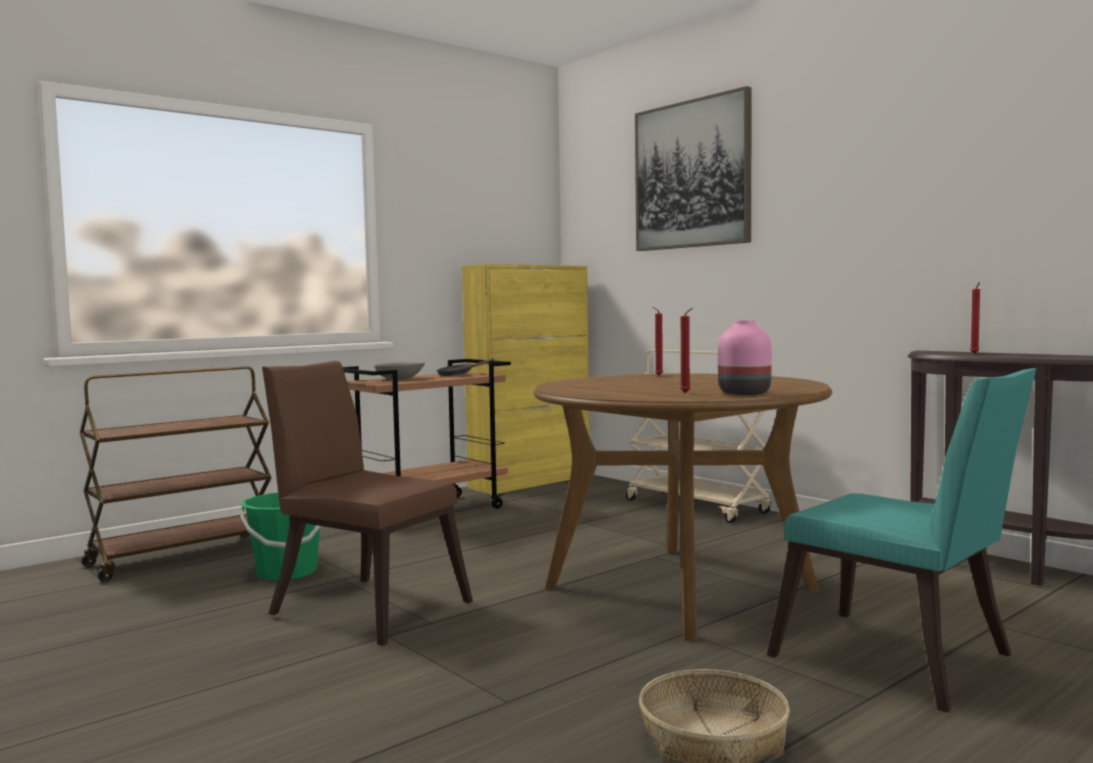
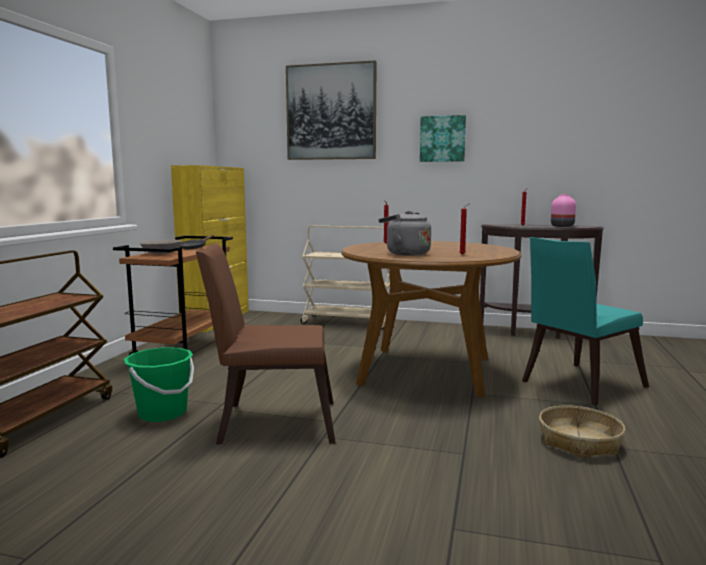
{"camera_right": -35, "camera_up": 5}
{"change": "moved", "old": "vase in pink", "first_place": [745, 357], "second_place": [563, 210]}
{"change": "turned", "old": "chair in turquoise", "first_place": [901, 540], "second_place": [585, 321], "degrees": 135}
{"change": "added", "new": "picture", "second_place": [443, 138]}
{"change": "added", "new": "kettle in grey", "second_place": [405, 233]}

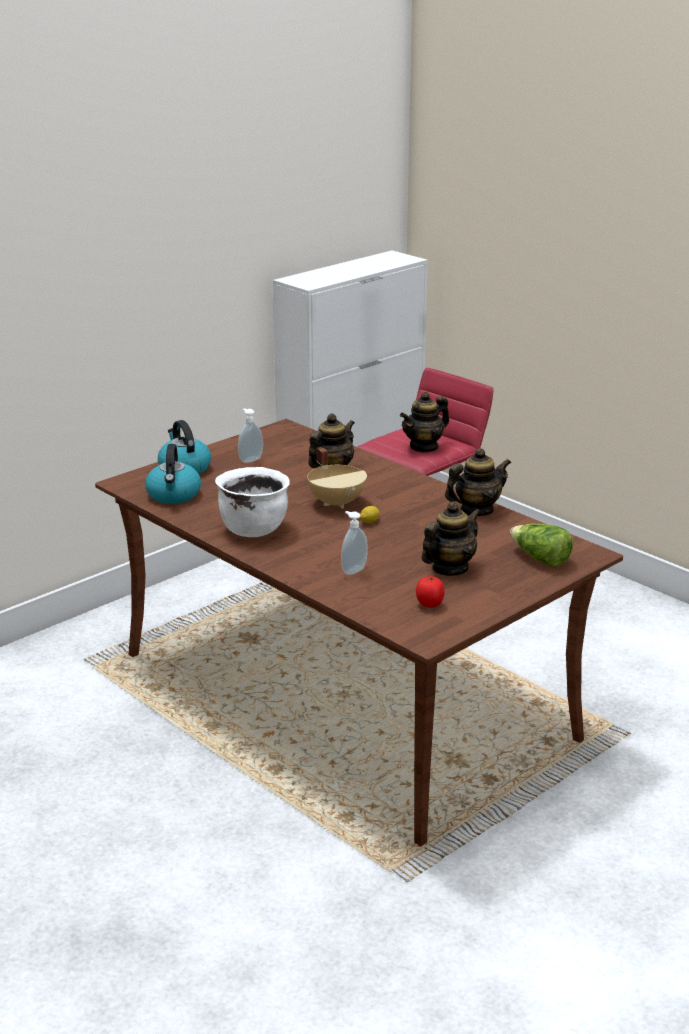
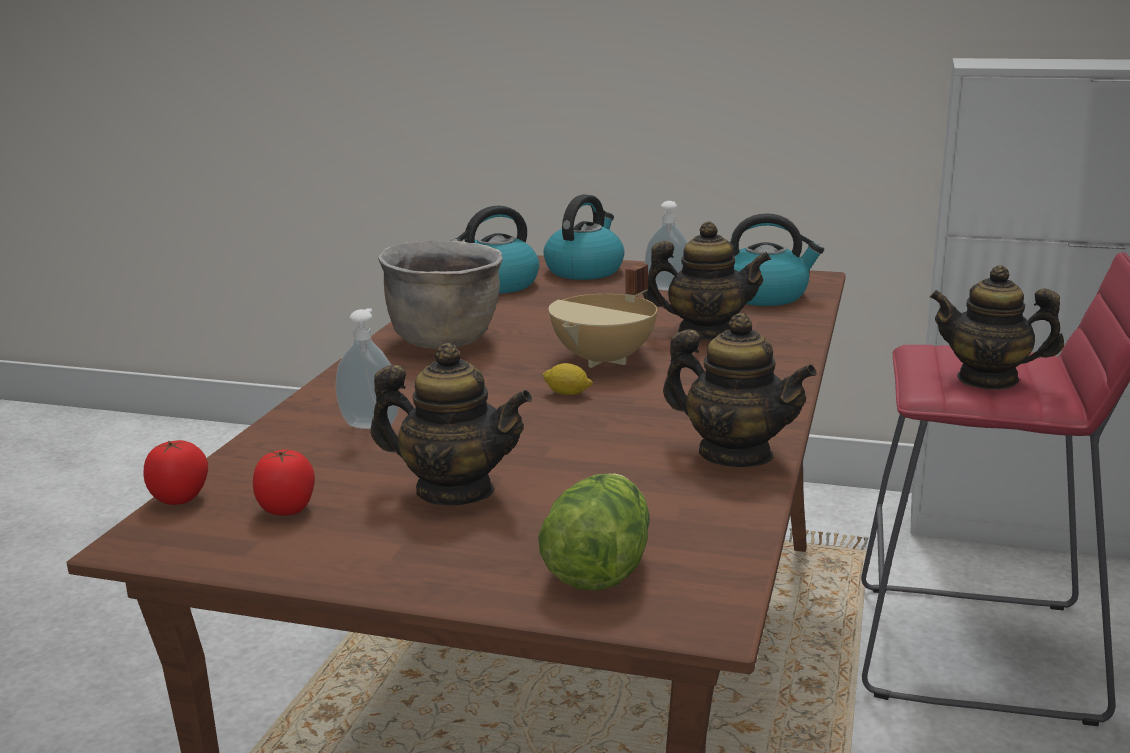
{"camera_right": 60, "camera_up": -5}
{"change": "recoloured", "old": "cooking pot in white", "new": "cooking pot in brown", "first_place": [252, 502], "second_place": [439, 295]}
{"change": "added", "new": "kettle", "second_place": [777, 259]}
{"change": "added", "new": "tomato", "second_place": [175, 472]}

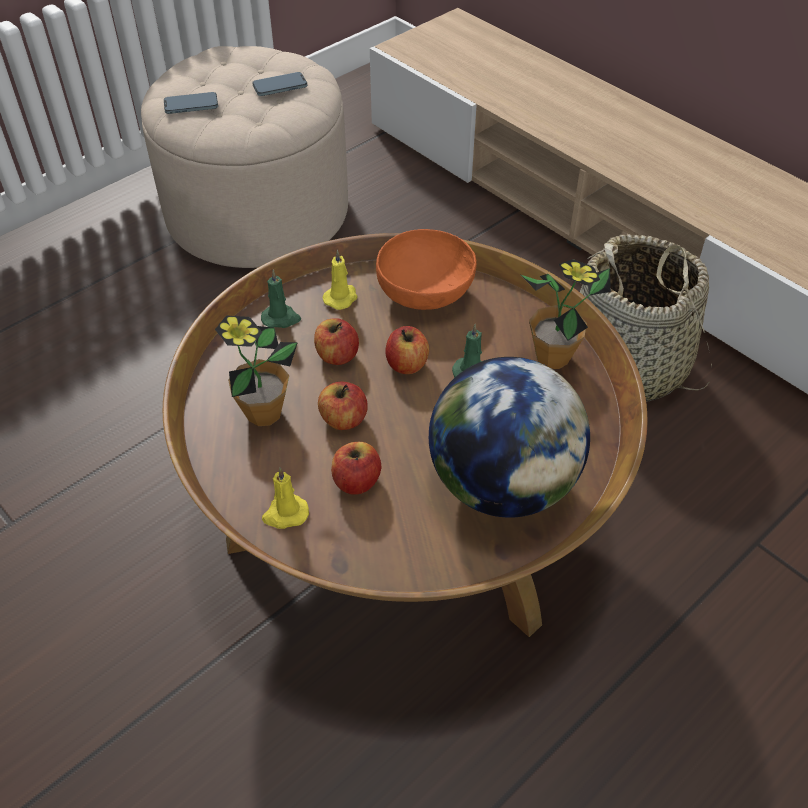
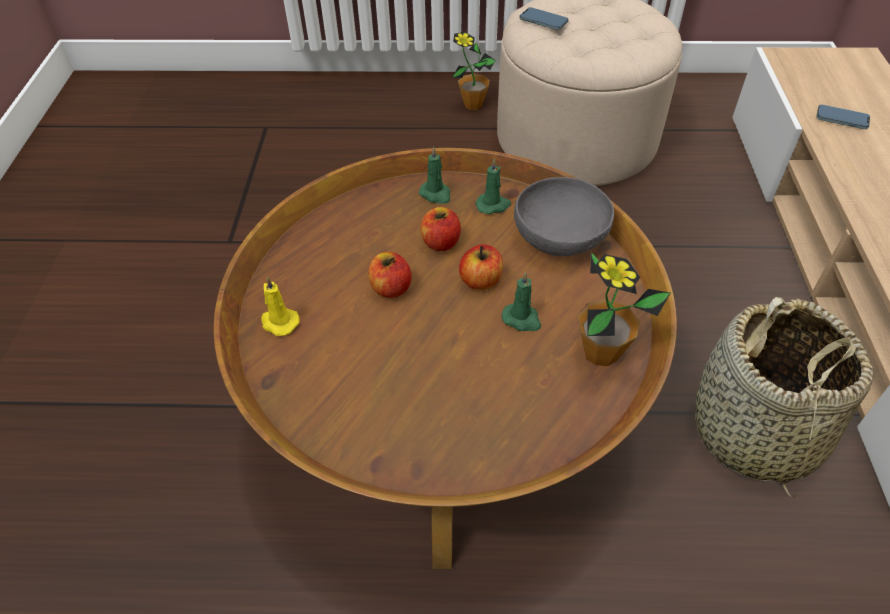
{"camera_right": 45, "camera_up": 0}
{"change": "moved", "old": "phone", "first_place": [279, 84], "second_place": [843, 117]}
{"change": "recoloured", "old": "bowl in orange", "new": "bowl in grey", "first_place": [426, 269], "second_place": [564, 217]}
{"change": "recoloured", "old": "candle in yellow", "new": "candle in green", "first_place": [340, 279], "second_place": [493, 186]}
{"change": "moved", "old": "potted plant", "first_place": [256, 371], "second_place": [474, 71]}
{"change": "removed", "old": "globe", "first_place": [509, 437]}
{"change": "removed", "old": "apple", "first_place": [356, 468]}

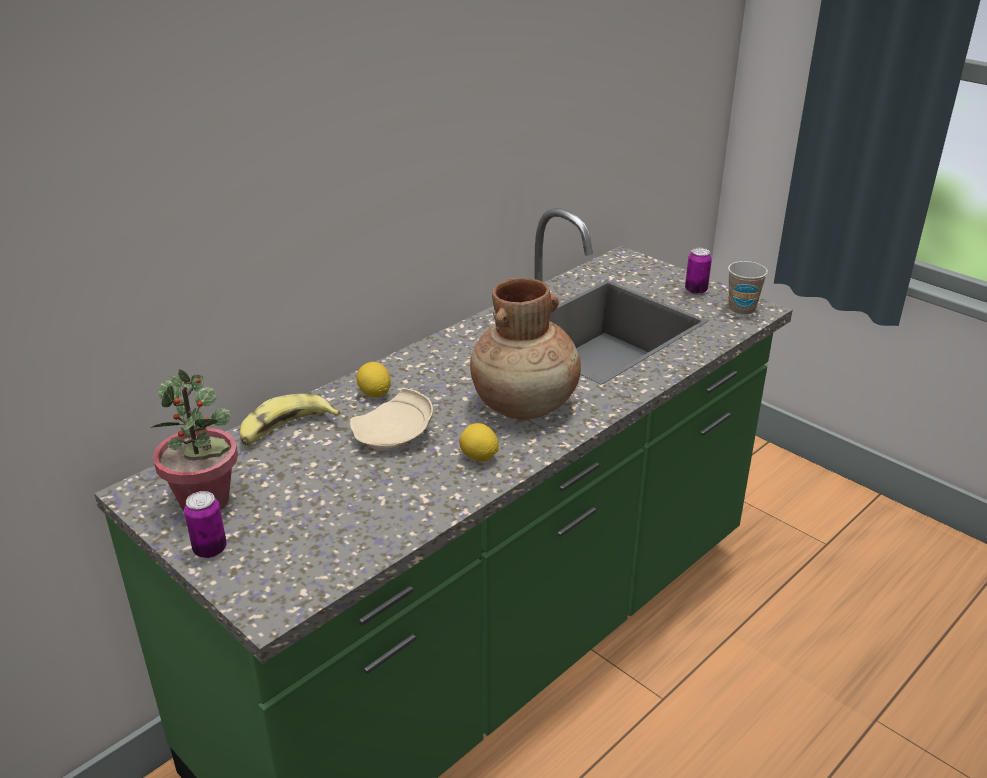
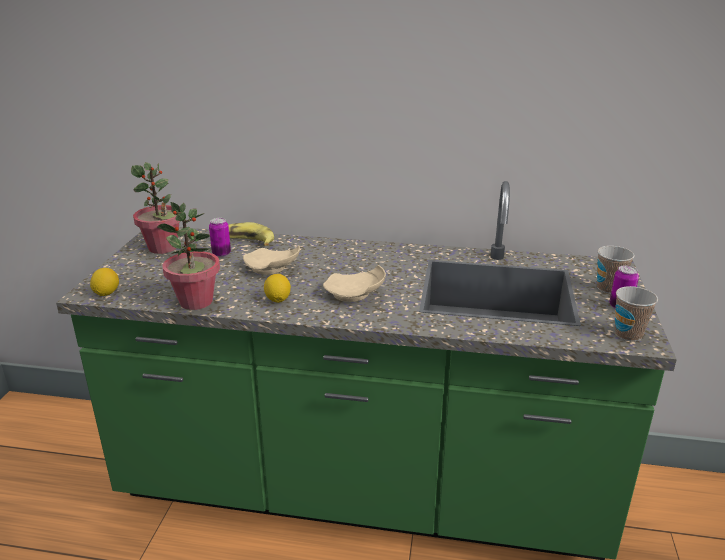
{"camera_right": 55, "camera_up": -5}
{"change": "replaced", "old": "vase in brown", "new": "plate in beige", "first_place": [525, 348], "second_place": [354, 283]}
{"change": "moved", "old": "lemon", "first_place": [373, 379], "second_place": [104, 282]}
{"change": "moved", "old": "can", "first_place": [205, 524], "second_place": [220, 237]}
{"change": "added", "new": "potted plant", "second_place": [188, 256]}
{"change": "added", "new": "cup", "second_place": [616, 270]}

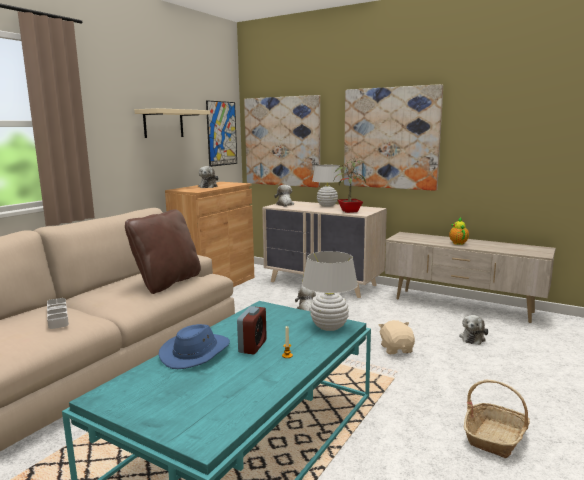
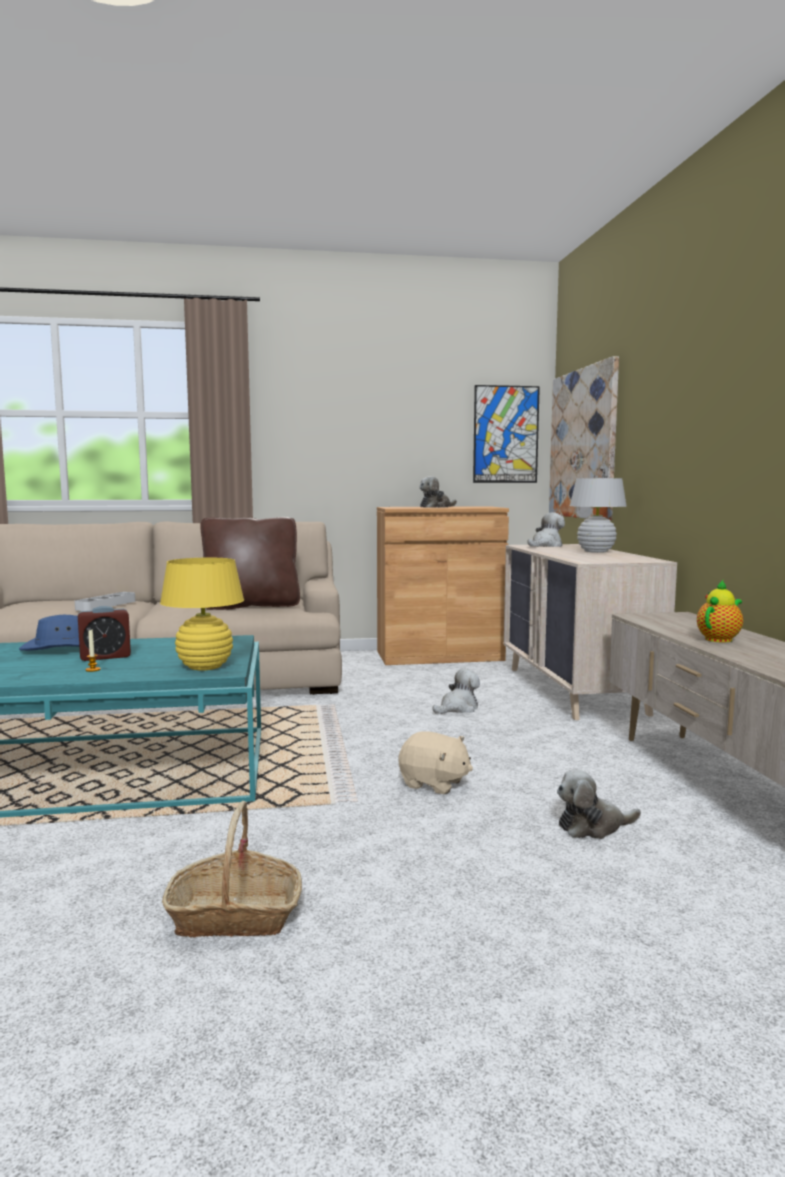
{"camera_right": 50, "camera_up": -5}
{"change": "removed", "old": "picture", "first_place": [393, 137]}
{"change": "removed", "old": "shelf in beige", "first_place": [172, 123]}
{"change": "removed", "old": "potted plant", "first_place": [350, 185]}
{"change": "recoloured", "old": "table lamp in white", "new": "table lamp in yellow", "first_place": [330, 291], "second_place": [202, 614]}
{"change": "turned", "old": "plush toy in beige", "first_place": [397, 337], "second_place": [436, 762], "degrees": 75}

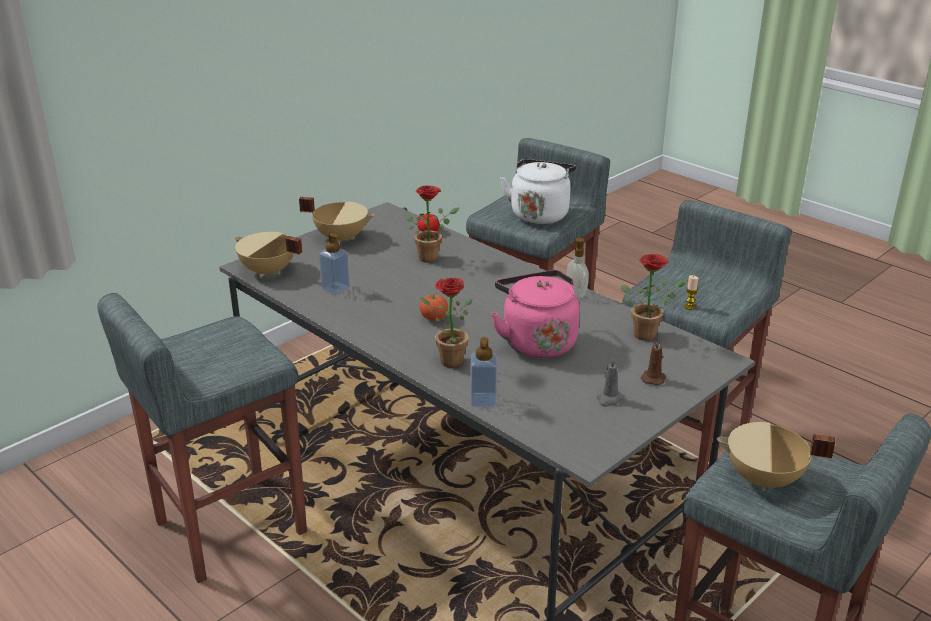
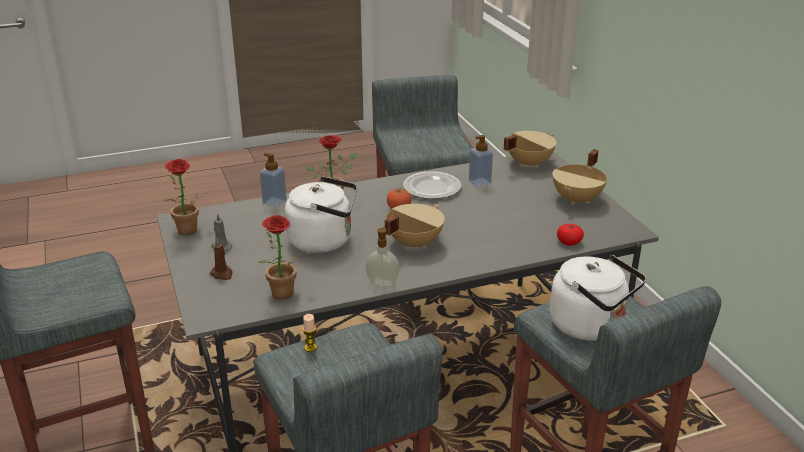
{"camera_right": 115, "camera_up": 0}
{"change": "moved", "old": "potted plant", "first_place": [432, 224], "second_place": [187, 197]}
{"change": "recoloured", "old": "kettle in pink", "new": "kettle in white", "first_place": [535, 314], "second_place": [321, 214]}
{"change": "moved", "old": "cooking pot in beige", "first_place": [776, 456], "second_place": [415, 226]}
{"change": "added", "new": "plate", "second_place": [432, 185]}

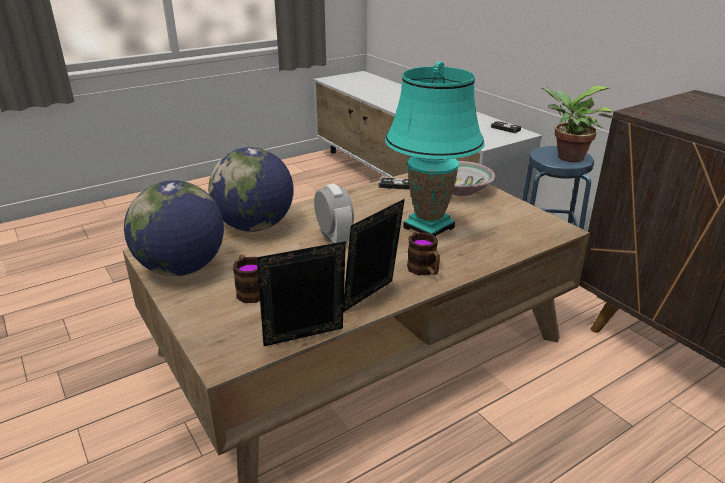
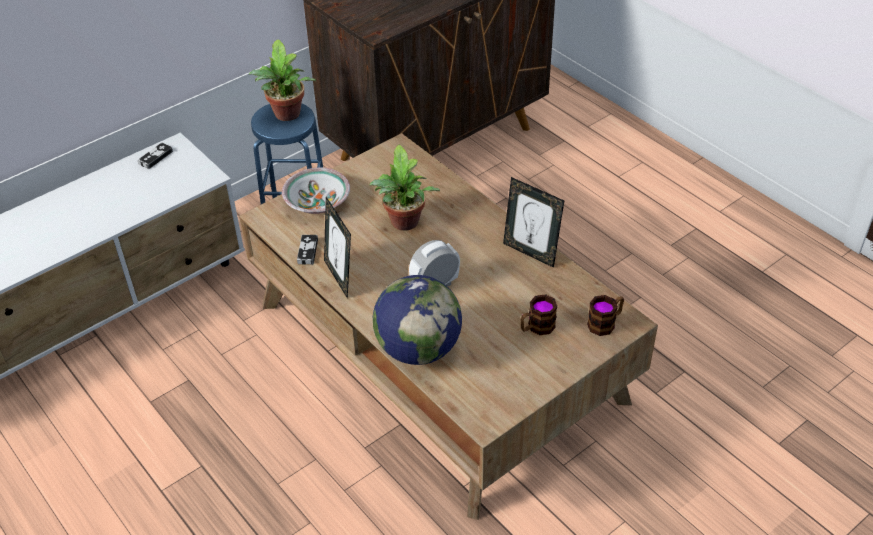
{"camera_right": -95, "camera_up": 15}
{"change": "replaced", "old": "table lamp in turquoise", "new": "potted plant", "first_place": [434, 148], "second_place": [404, 188]}
{"change": "removed", "old": "globe", "first_place": [174, 228]}
{"change": "moved", "old": "mug", "first_place": [423, 254], "second_place": [605, 315]}
{"change": "moved", "old": "picture frame", "first_place": [301, 293], "second_place": [337, 248]}

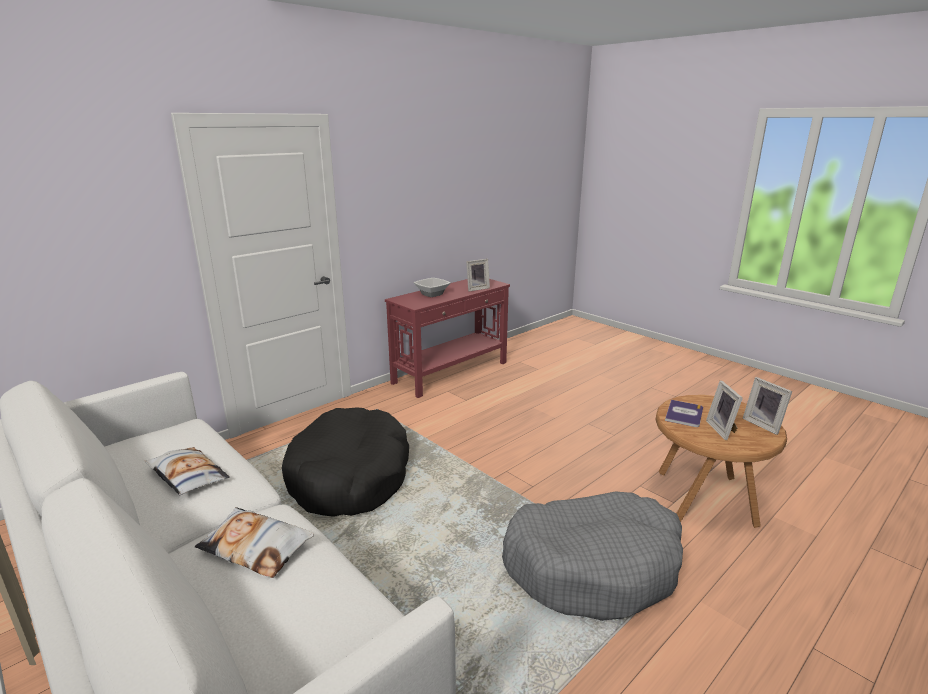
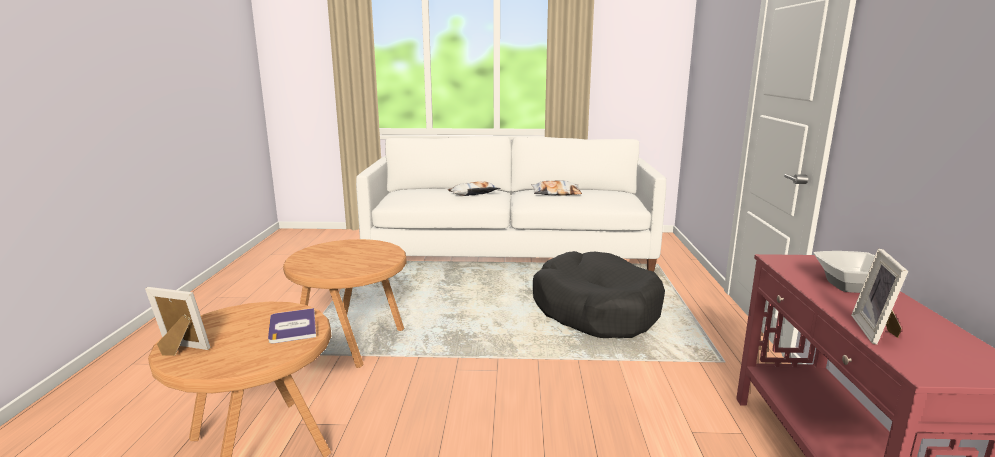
{"camera_right": 135, "camera_up": -5}
{"change": "removed", "old": "picture frame", "first_place": [724, 410]}
{"change": "replaced", "old": "dog bed in grey", "new": "side table in brown", "first_place": [592, 556], "second_place": [345, 303]}

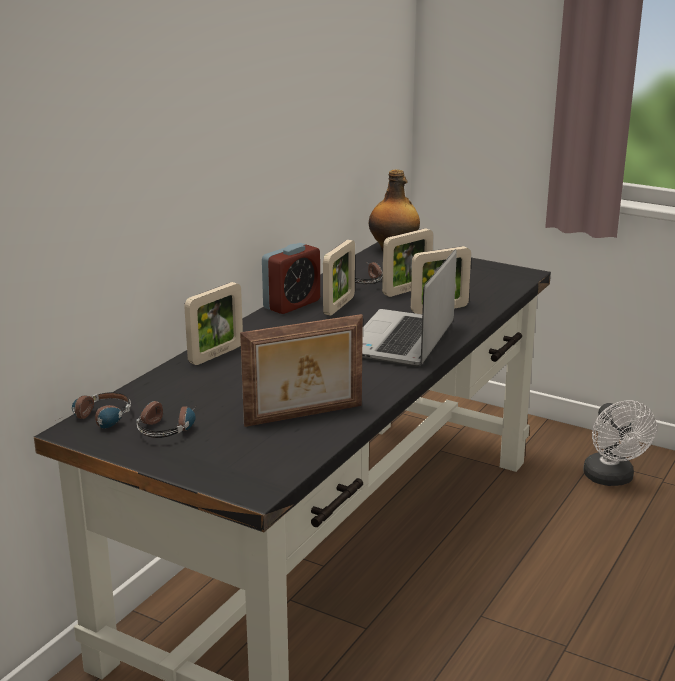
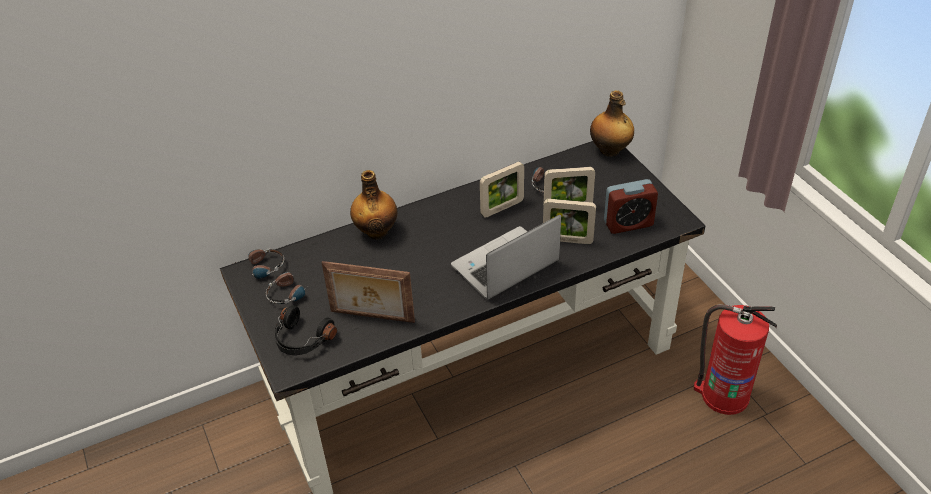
{"camera_right": 35, "camera_up": 20}
{"change": "moved", "old": "alarm clock", "first_place": [291, 278], "second_place": [631, 206]}
{"change": "replaced", "old": "picture frame", "new": "bottle", "first_place": [213, 323], "second_place": [373, 205]}
{"change": "replaced", "old": "fan in white", "new": "fire extinguisher", "first_place": [620, 443], "second_place": [735, 359]}
{"change": "added", "new": "headphones in black", "second_place": [306, 330]}

